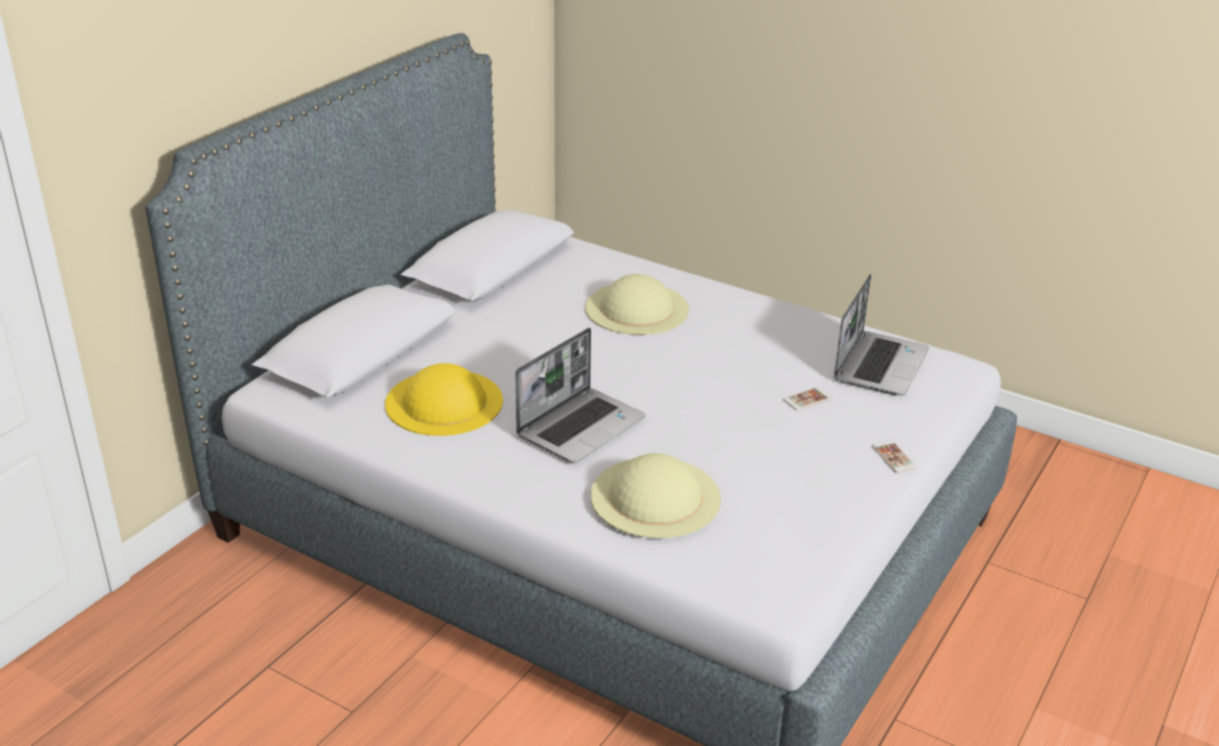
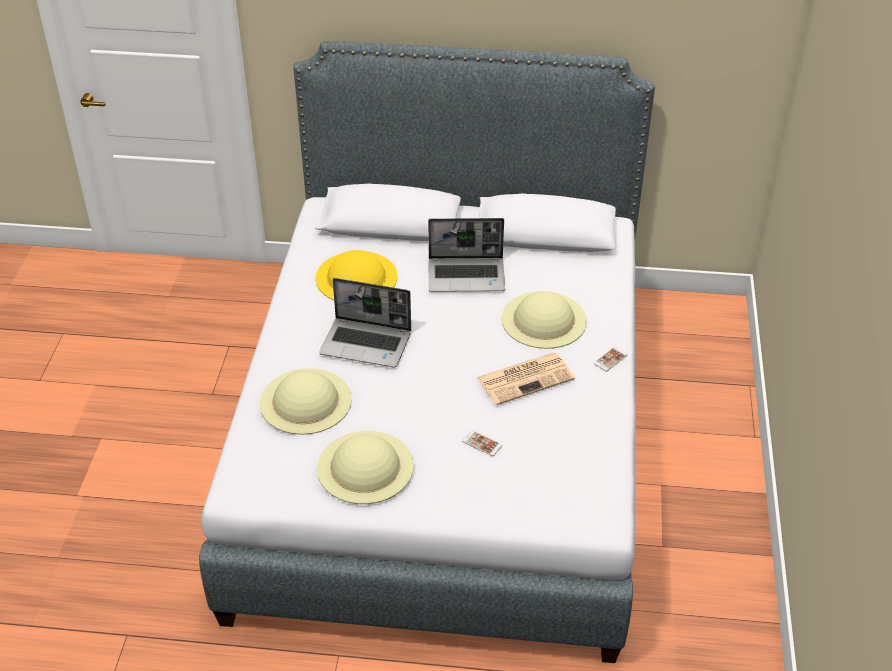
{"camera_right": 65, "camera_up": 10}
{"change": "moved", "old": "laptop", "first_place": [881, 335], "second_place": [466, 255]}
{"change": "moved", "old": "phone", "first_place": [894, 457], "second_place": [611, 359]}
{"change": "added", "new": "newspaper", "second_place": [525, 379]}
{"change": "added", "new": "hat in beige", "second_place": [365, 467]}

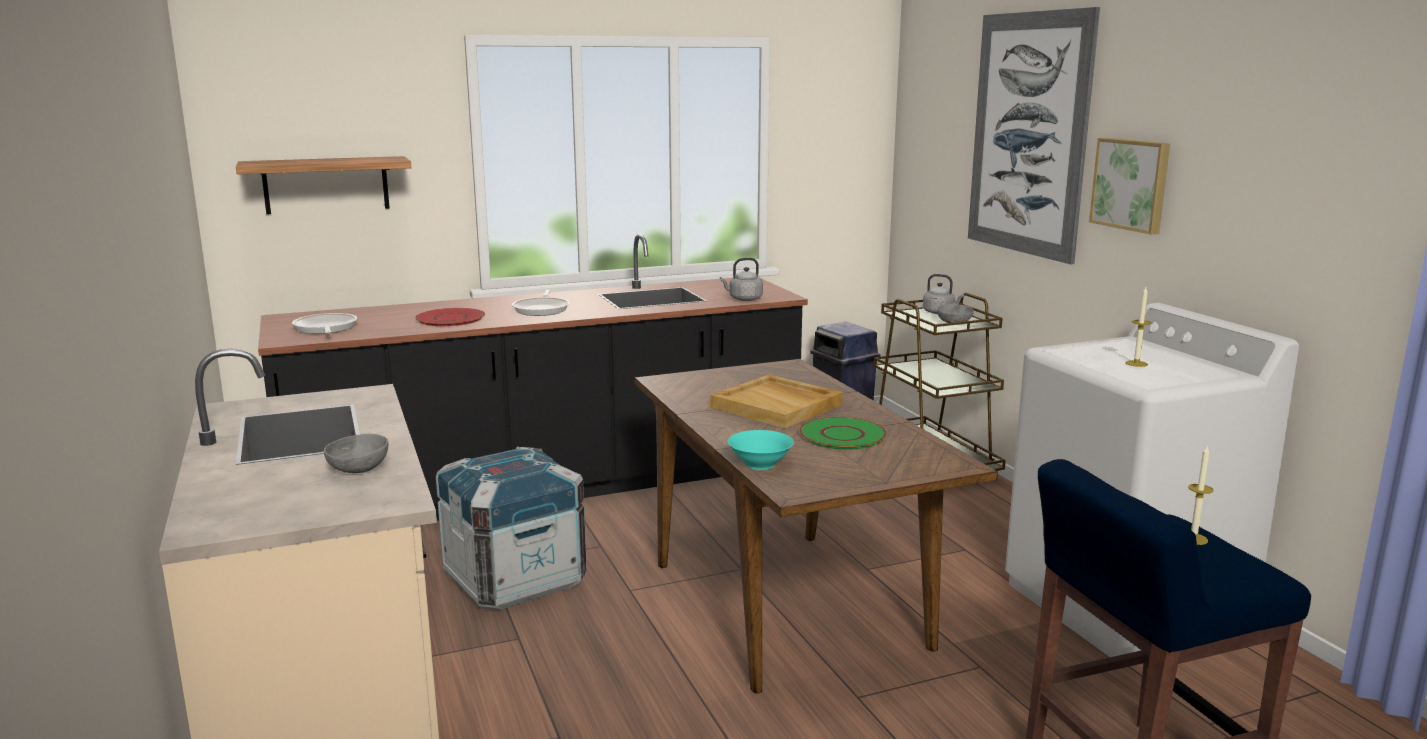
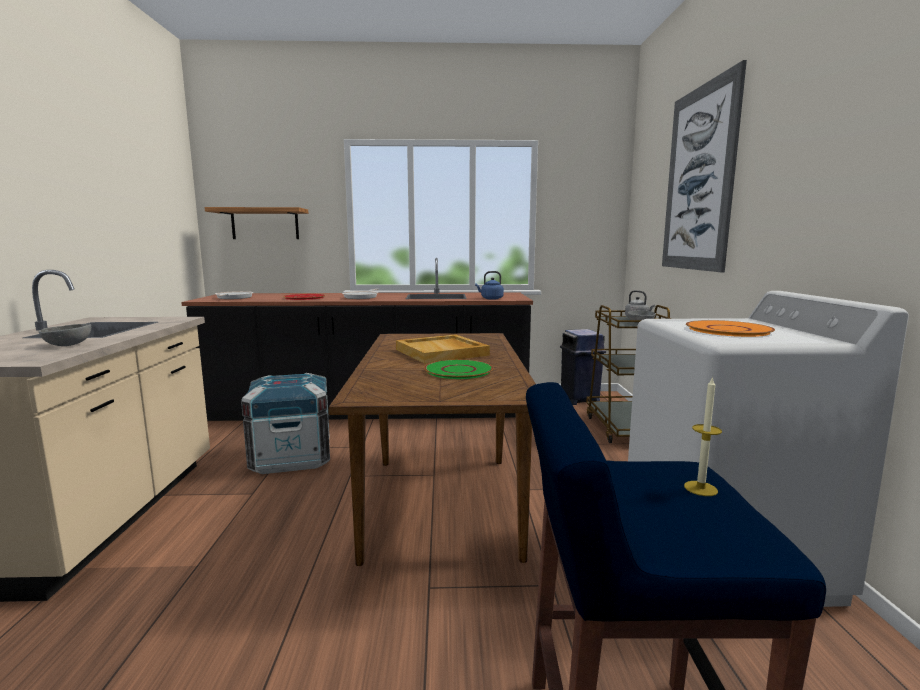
{"camera_right": 20, "camera_up": -5}
{"change": "removed", "old": "picture", "first_place": [1129, 186]}
{"change": "recoloured", "old": "kettle in grey", "new": "kettle in blue", "first_place": [741, 279], "second_place": [489, 285]}
{"change": "replaced", "old": "candle", "new": "plate in orange", "first_place": [1138, 327], "second_place": [730, 328]}
{"change": "removed", "old": "bowl in turquoise", "first_place": [761, 450]}

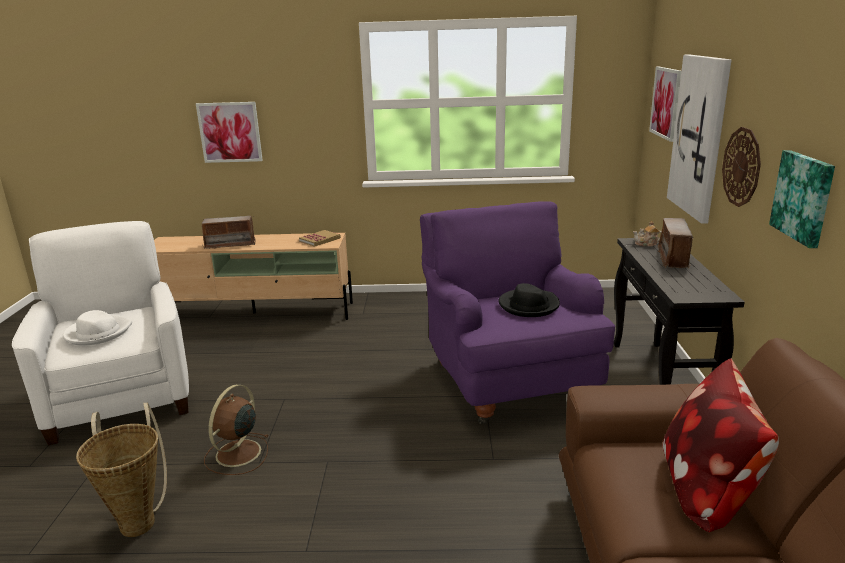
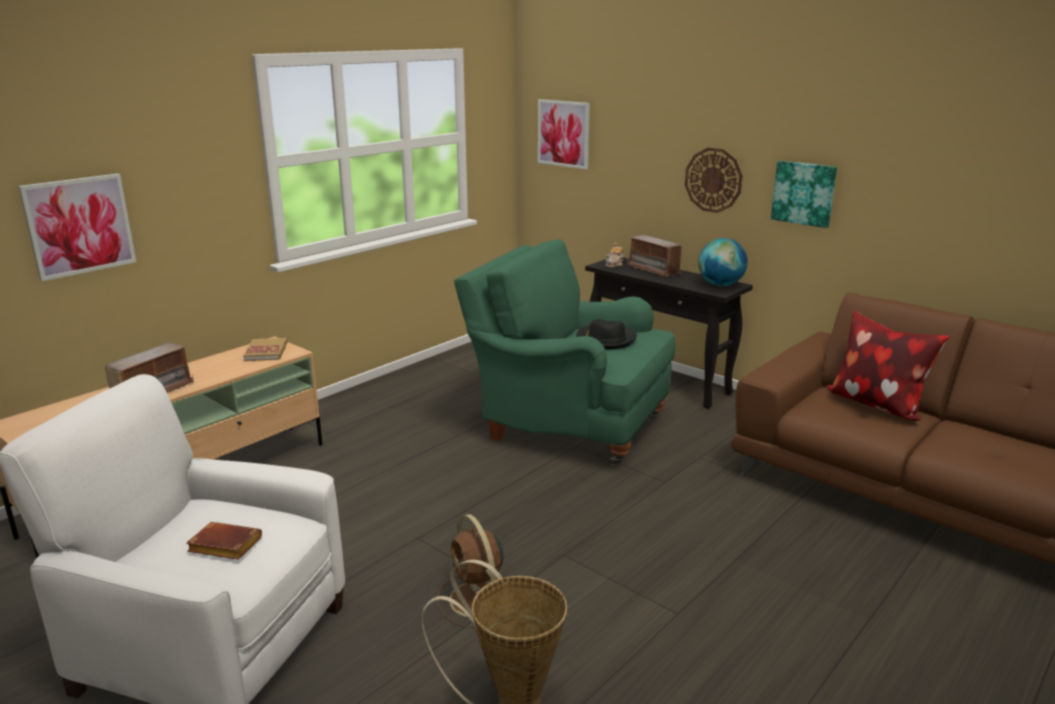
{"camera_right": -50, "camera_up": 0}
{"change": "removed", "old": "picture", "first_place": [699, 139]}
{"change": "recoloured", "old": "armchair in purple", "new": "armchair in green", "first_place": [517, 312], "second_place": [564, 352]}
{"change": "replaced", "old": "hat in white", "new": "book in brown", "first_place": [97, 328], "second_place": [224, 541]}
{"change": "added", "new": "globe", "second_place": [723, 262]}

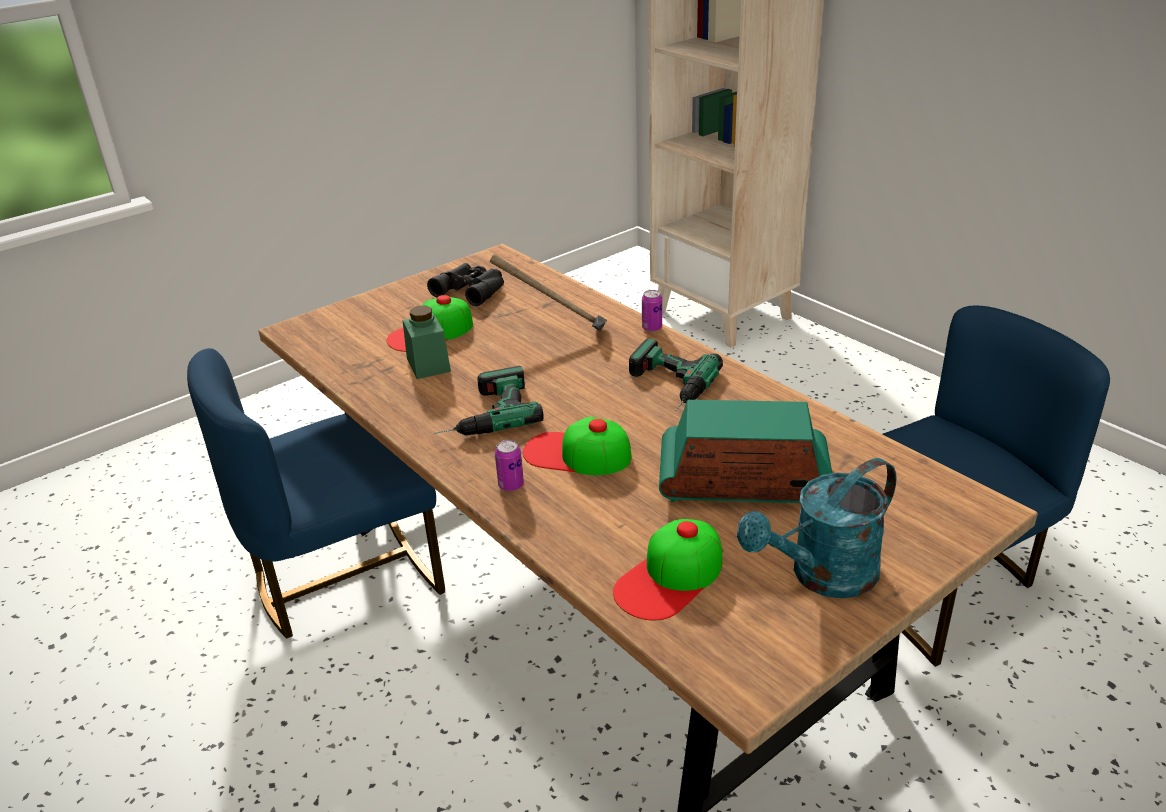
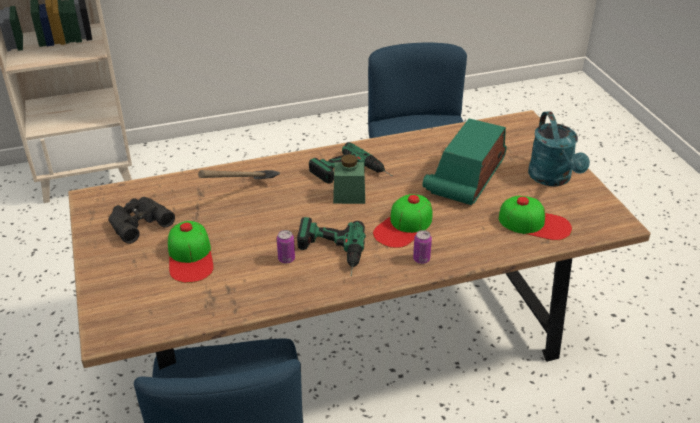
{"camera_right": -70, "camera_up": 5}
{"change": "moved", "old": "can", "first_place": [652, 311], "second_place": [286, 246]}
{"change": "moved", "old": "jar in green", "first_place": [426, 342], "second_place": [349, 179]}
{"change": "turned", "old": "cap", "first_place": [667, 569], "second_place": [535, 218], "degrees": -45}

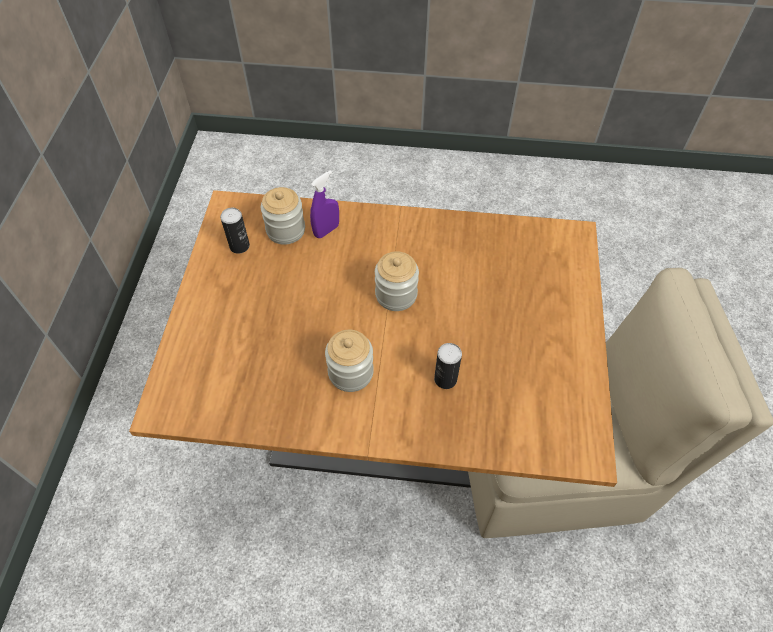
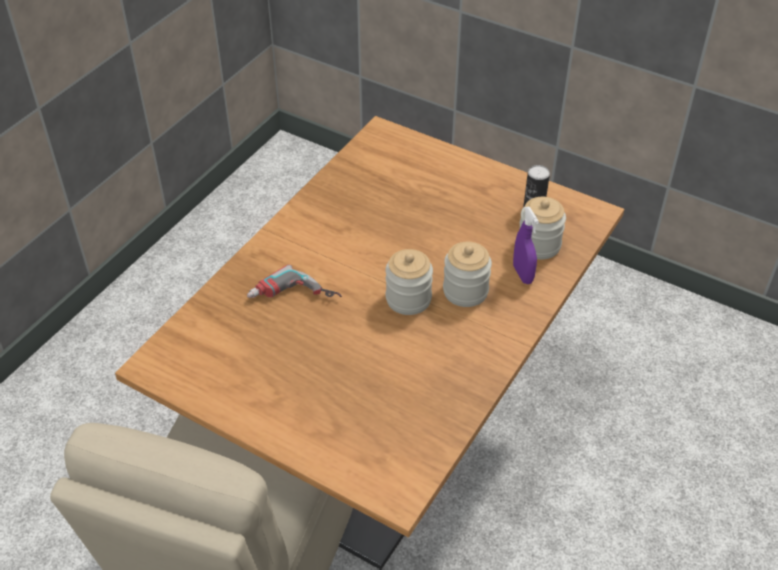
{"camera_right": 115, "camera_up": -10}
{"change": "moved", "old": "jar", "first_place": [349, 361], "second_place": [467, 274]}
{"change": "replaced", "old": "can", "new": "power drill", "first_place": [448, 366], "second_place": [294, 281]}

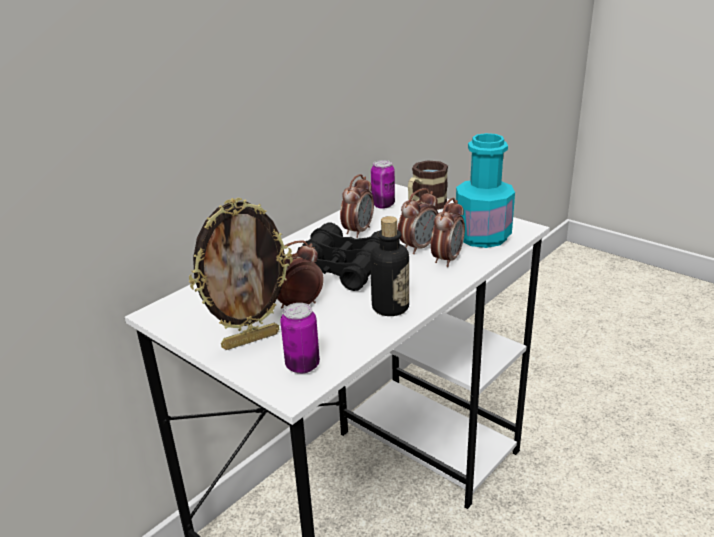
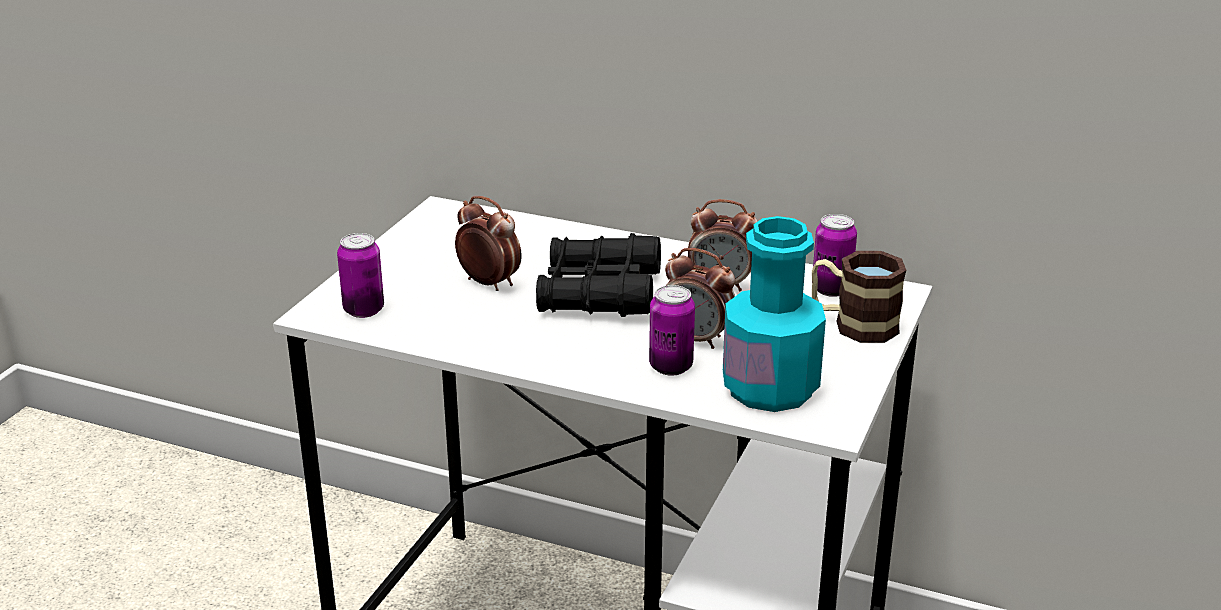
{"camera_right": 70, "camera_up": 0}
{"change": "removed", "old": "picture frame", "first_place": [241, 274]}
{"change": "replaced", "old": "alarm clock", "new": "can", "first_place": [448, 232], "second_place": [672, 330]}
{"change": "removed", "old": "bottle", "first_place": [389, 266]}

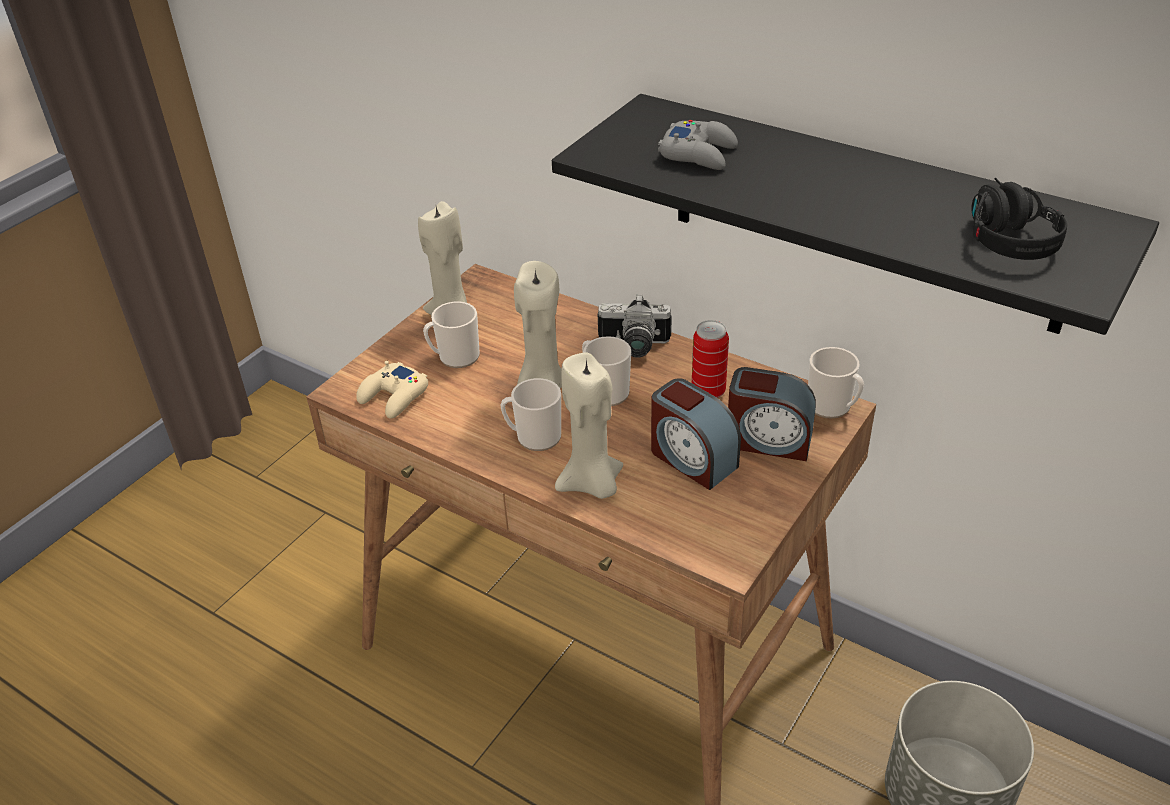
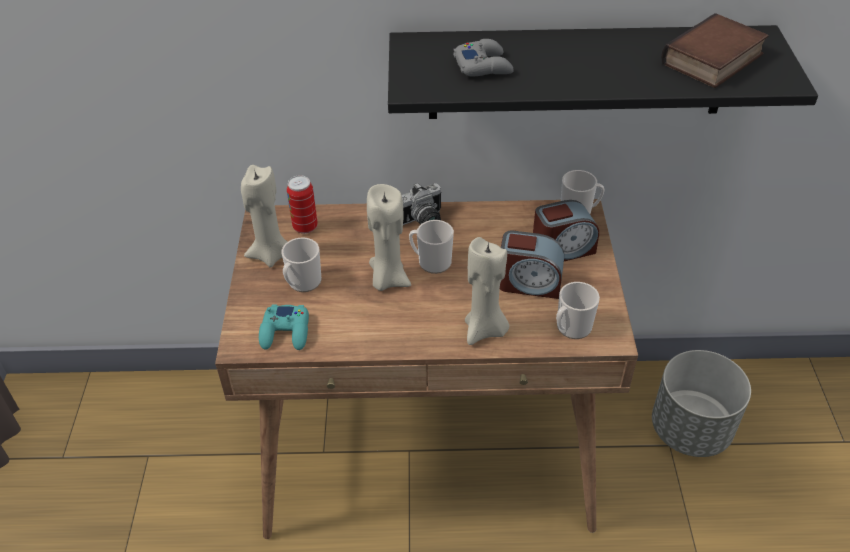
{"camera_right": -35, "camera_up": 5}
{"change": "replaced", "old": "headphones in black", "new": "book", "first_place": [1019, 219], "second_place": [715, 50]}
{"change": "moved", "old": "can", "first_place": [710, 359], "second_place": [302, 204]}
{"change": "recoloured", "old": "game controller in beige", "new": "game controller in turquoise", "first_place": [392, 390], "second_place": [284, 327]}
{"change": "moved", "old": "mug", "first_place": [530, 414], "second_place": [578, 310]}

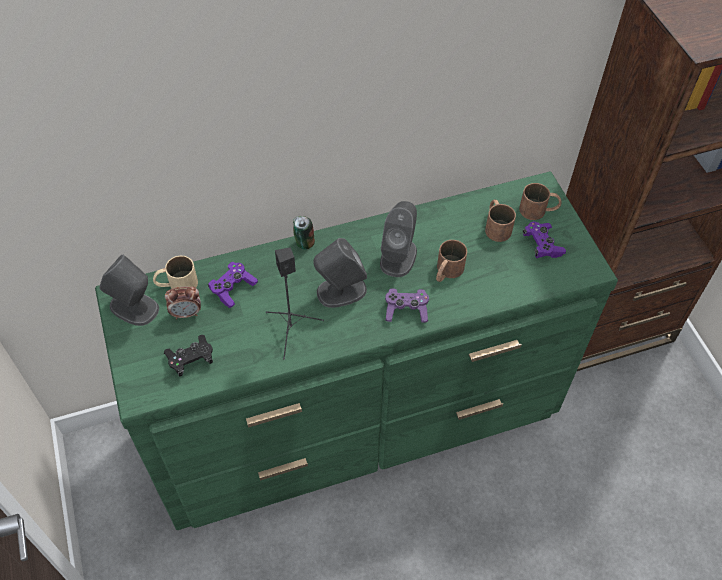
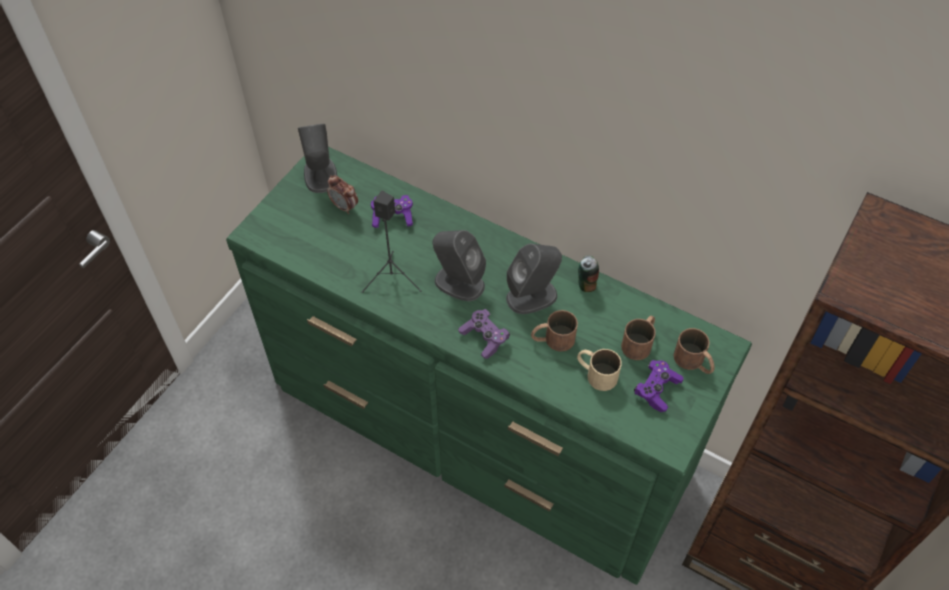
{"camera_right": 50, "camera_up": 0}
{"change": "moved", "old": "can", "first_place": [304, 233], "second_place": [588, 273]}
{"change": "moved", "old": "mug in beige", "first_place": [175, 272], "second_place": [599, 370]}
{"change": "removed", "old": "game controller in black", "first_place": [188, 356]}

